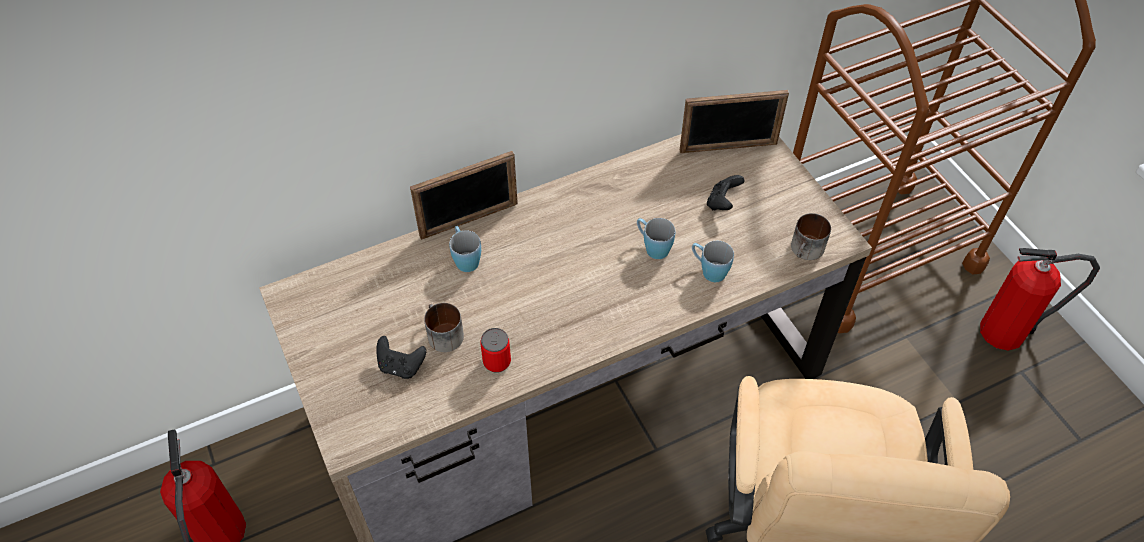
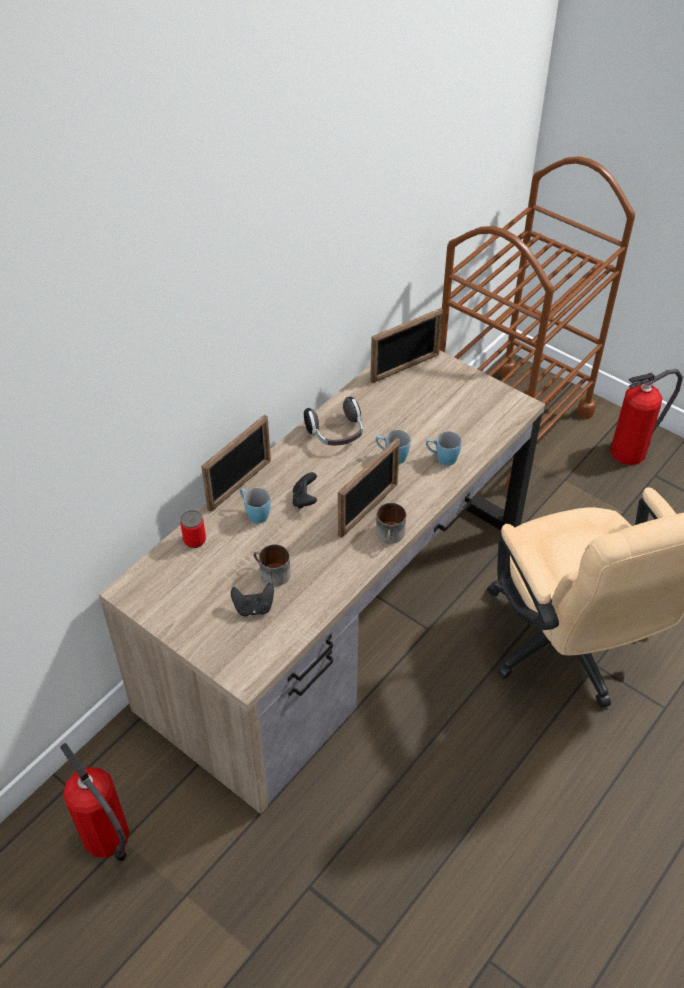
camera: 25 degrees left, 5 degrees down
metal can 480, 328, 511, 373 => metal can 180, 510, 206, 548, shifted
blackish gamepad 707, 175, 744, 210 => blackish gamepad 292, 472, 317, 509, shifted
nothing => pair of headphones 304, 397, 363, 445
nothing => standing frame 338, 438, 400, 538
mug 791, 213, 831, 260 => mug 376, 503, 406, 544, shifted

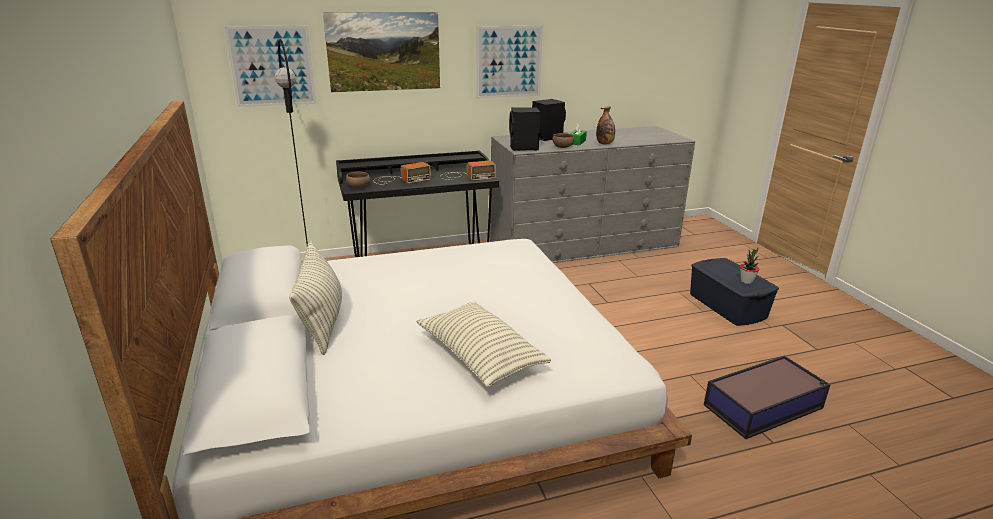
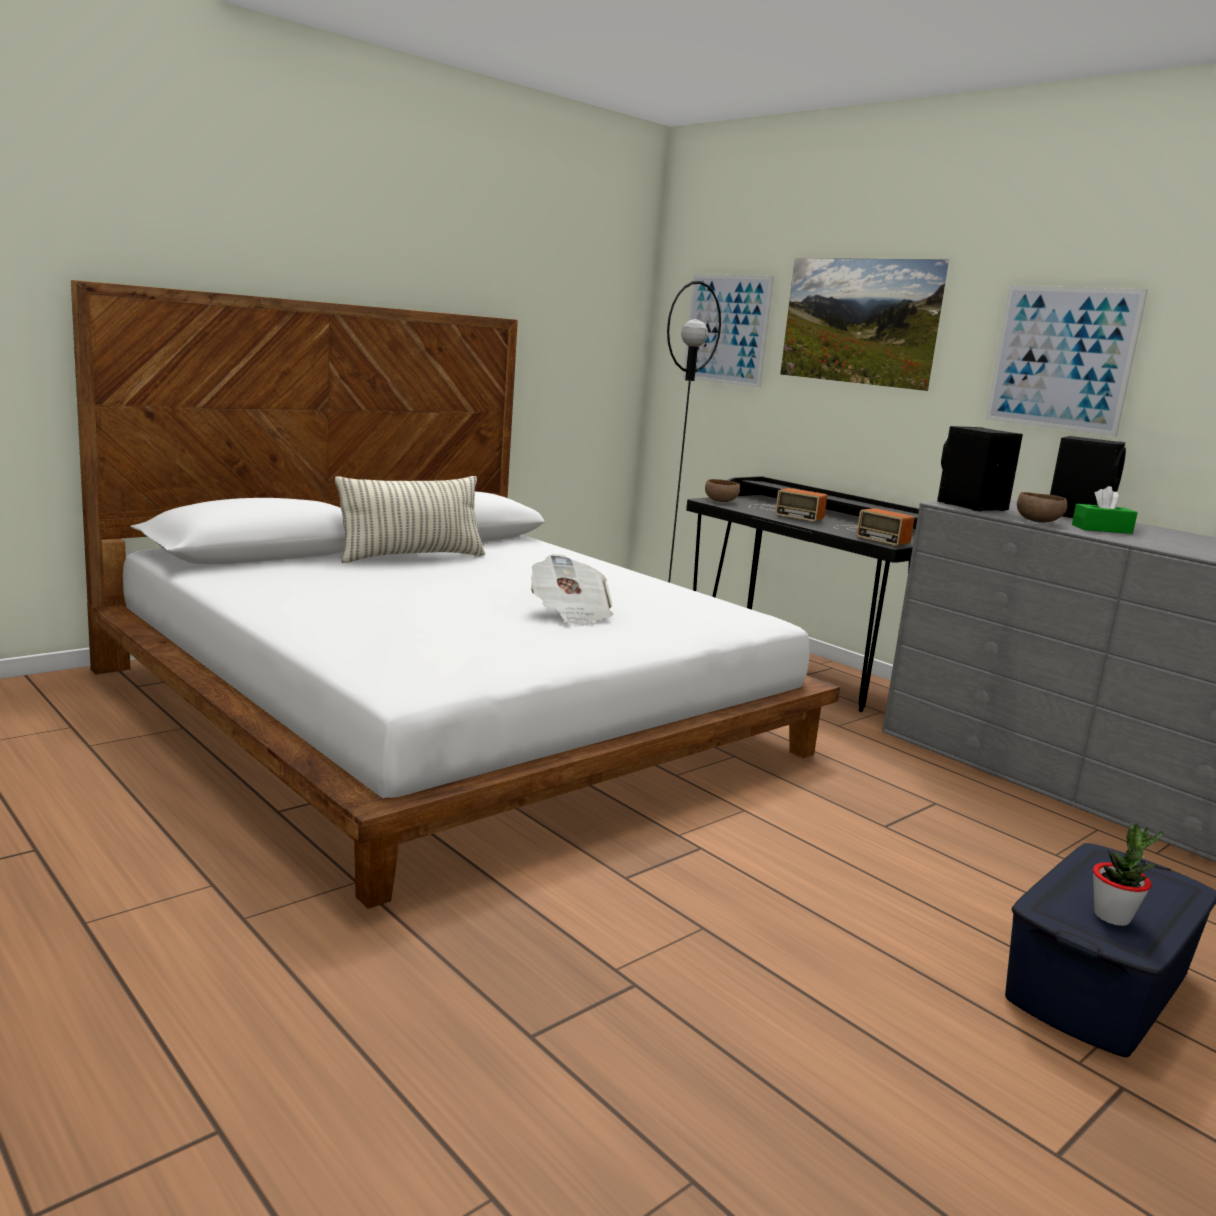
camera: 65 degrees right, 10 degrees down
nothing => daily paper 531, 554, 613, 627
cushion 416, 302, 551, 387 => nothing
beverage bottle 596, 106, 615, 145 => nothing
storage box 704, 356, 830, 439 => nothing

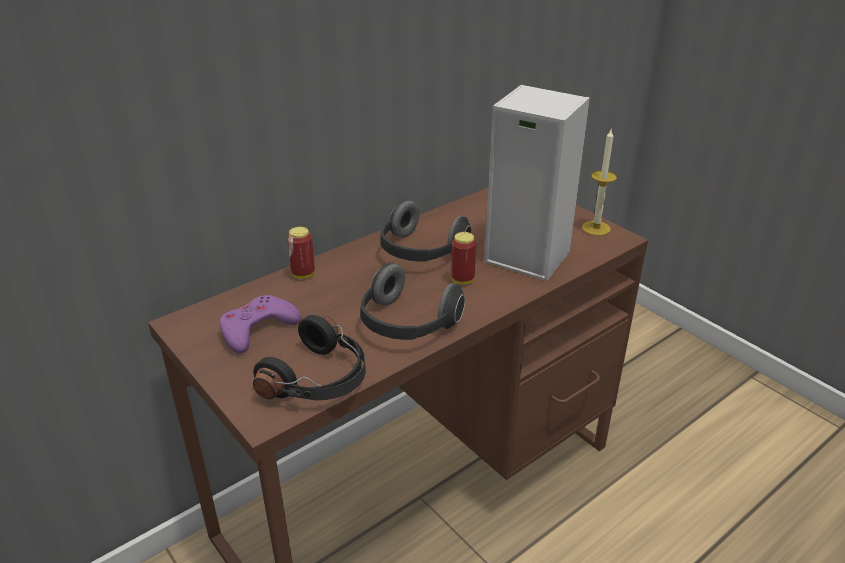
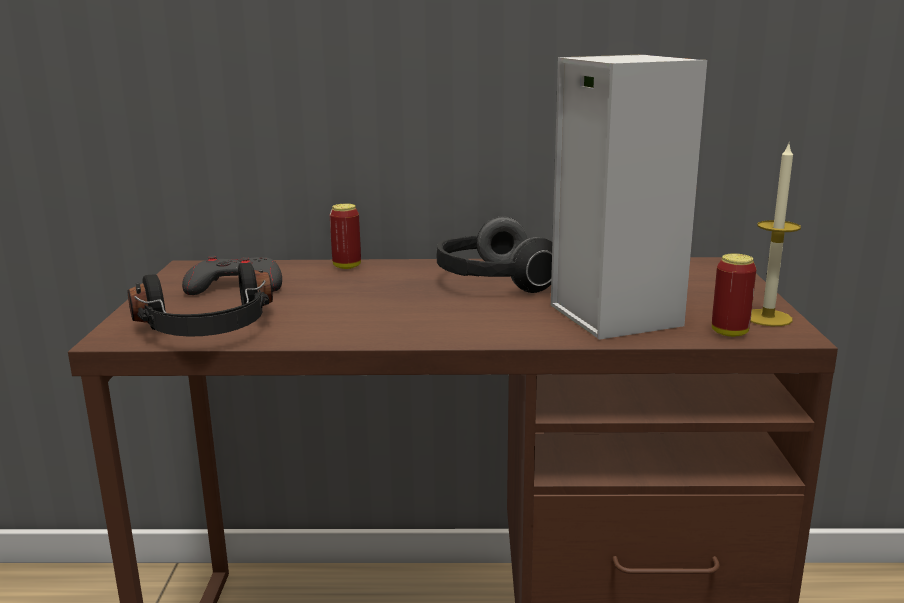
camera: 40 degrees right, 15 degrees down
purplish gamepad 219, 295, 301, 354 => grey gamepad 182, 255, 282, 295
metal can 451, 232, 476, 285 => metal can 712, 253, 757, 337, shifted
pair of headphones 360, 263, 465, 340 => nothing

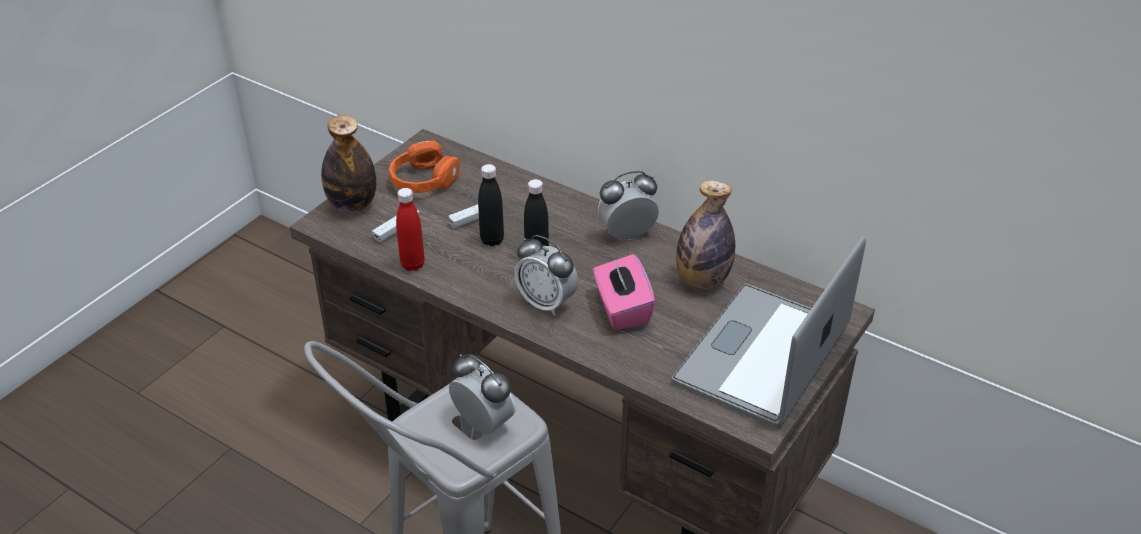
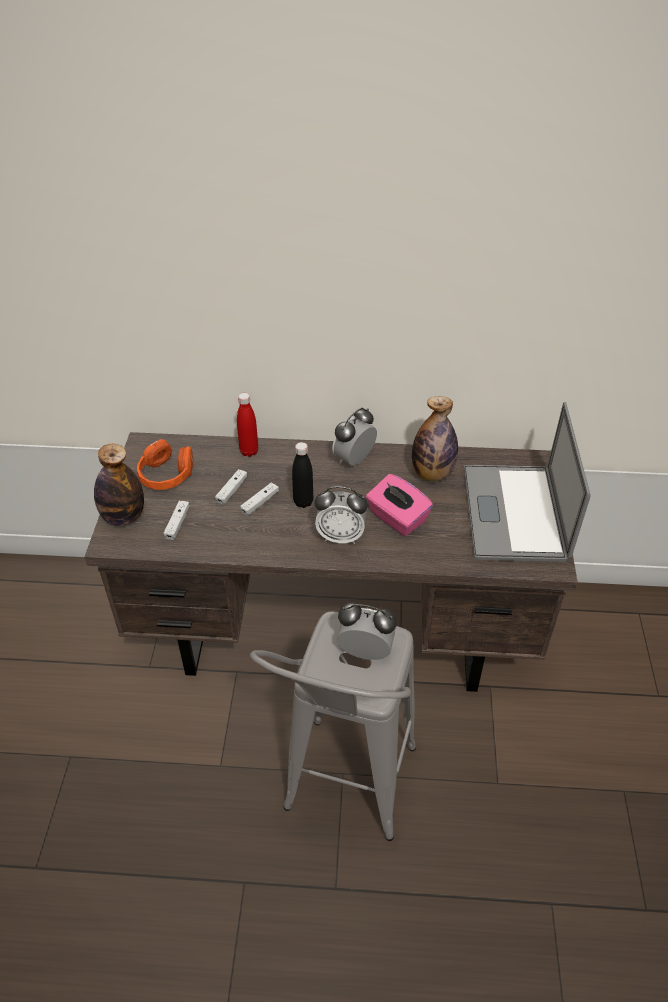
camera: 30 degrees left, 5 degrees up
red beverage bottle 396, 188, 425, 271 => red beverage bottle 237, 393, 258, 457, shifted
blackish beverage bottle 478, 164, 504, 246 => white-coloured gamepad 240, 482, 279, 516

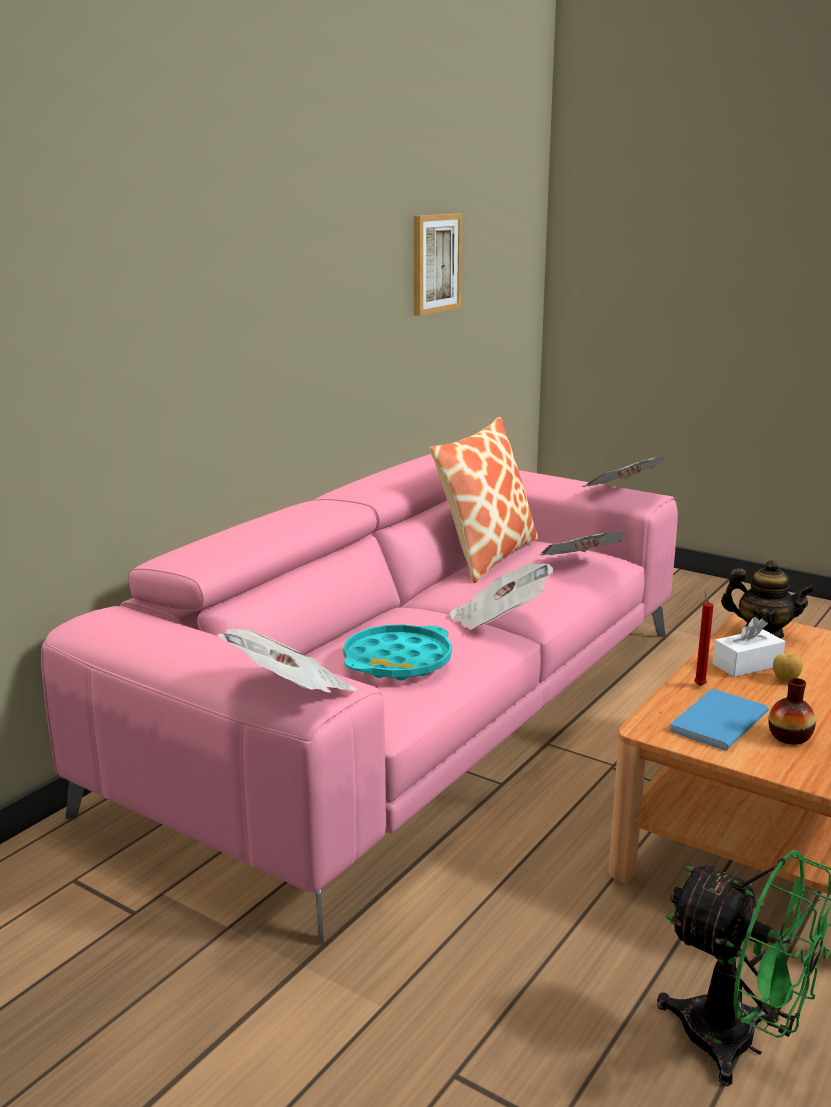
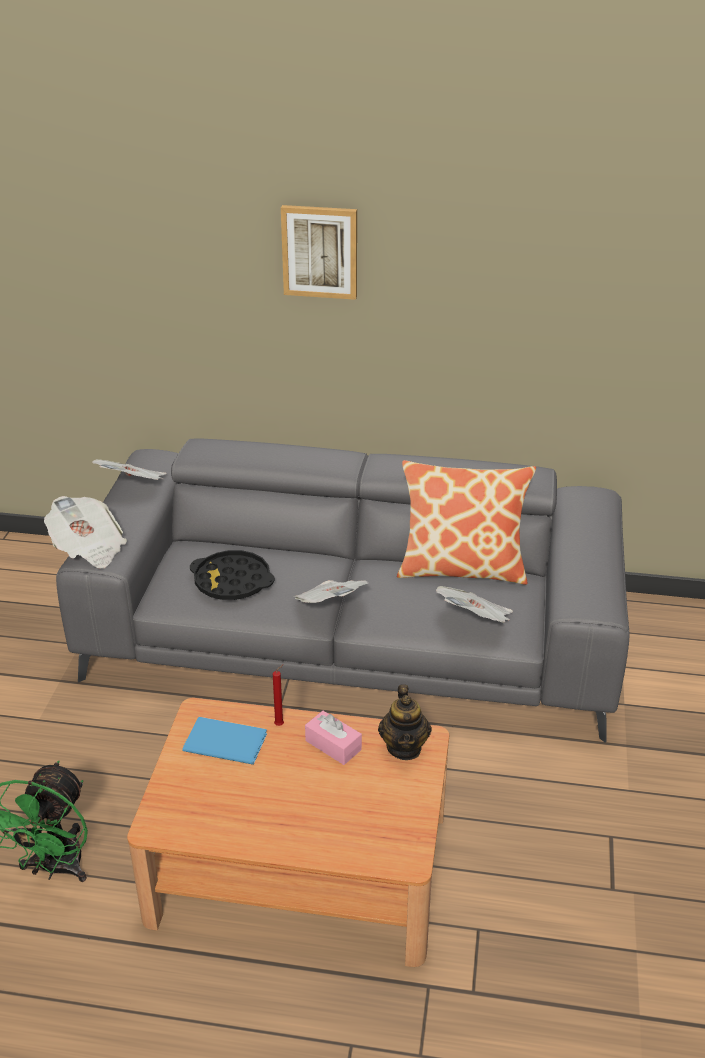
camera: 65 degrees right, 15 degrees up
pinkish couch 41, 454, 678, 946 => grey couch 56, 439, 630, 743
daily paper 582, 456, 667, 487 => daily paper 92, 459, 167, 480, shifted
turquoise carrying tray 343, 624, 452, 681 => blackish carrying tray 190, 550, 275, 600
picture 414, 214, 462, 316 => picture 281, 205, 357, 300, shifted
white-coloured box of tissues 712, 617, 785, 677 => pinkish box of tissues 305, 711, 362, 765
decorative vase 768, 678, 816, 745 => nothing
whole apple 773, 654, 803, 682 => nothing

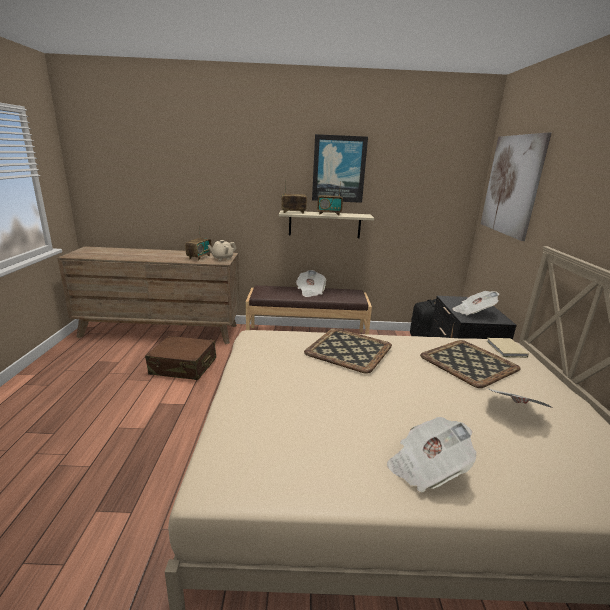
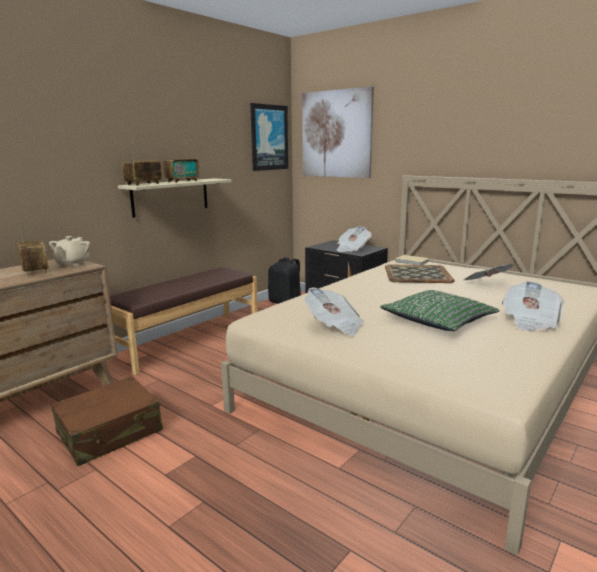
camera: 50 degrees left, 5 degrees down
picture 312, 134, 368, 203 => picture 250, 103, 288, 171, shifted
daily paper 296, 270, 327, 297 => daily paper 304, 287, 364, 336, shifted
nothing => green cushion 380, 290, 500, 331
carrying tray 304, 328, 392, 374 => nothing

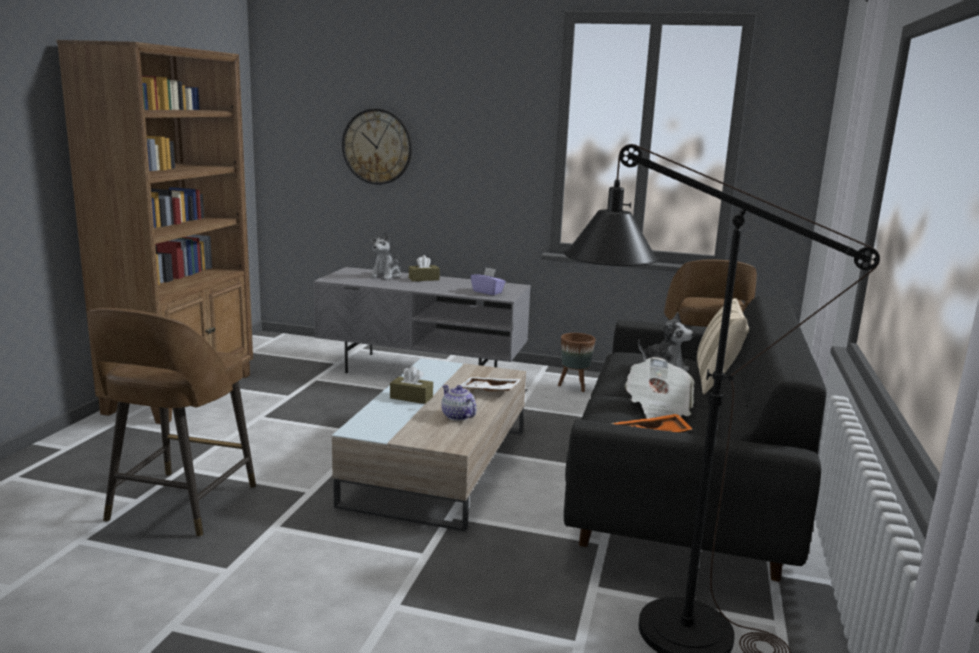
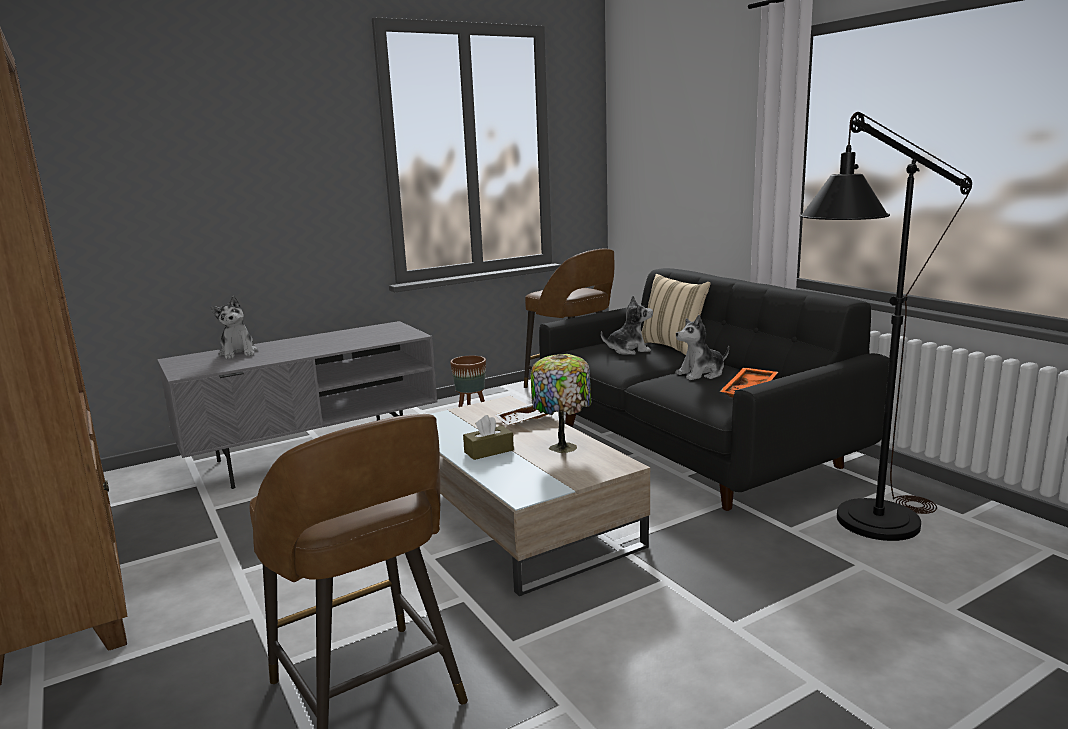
camera: 45 degrees left, 0 degrees up
teapot 441, 385, 477, 421 => table lamp 530, 354, 591, 453
daily paper 625, 357, 695, 419 => cuddly toy 675, 315, 729, 380
clock on the wall 342, 109, 412, 185 => nothing
brownish box of tissues 409, 255, 440, 281 => nothing
purplish box of tissues 471, 267, 506, 295 => nothing

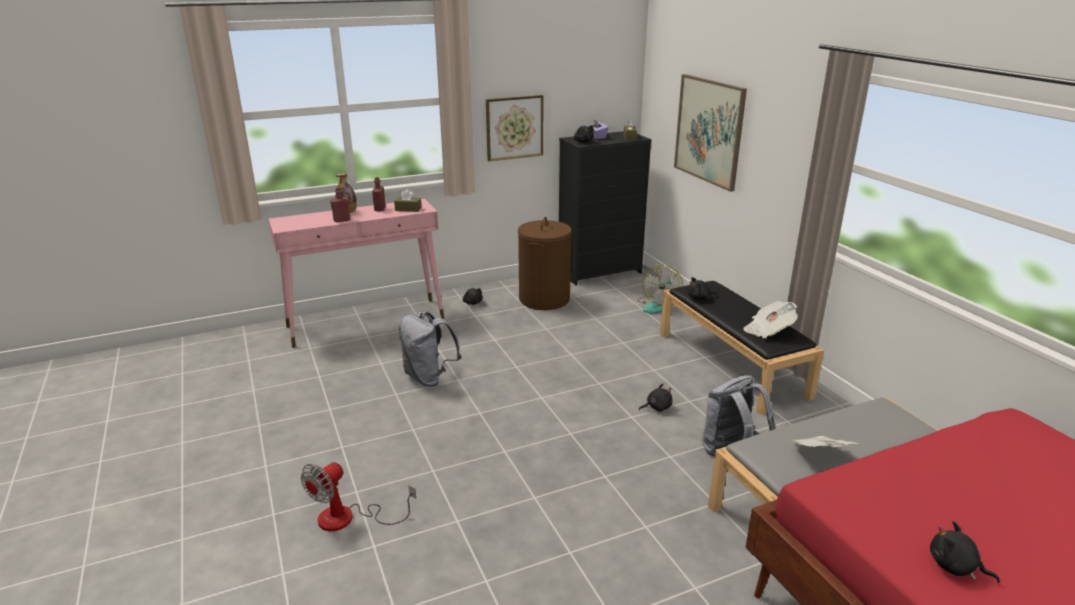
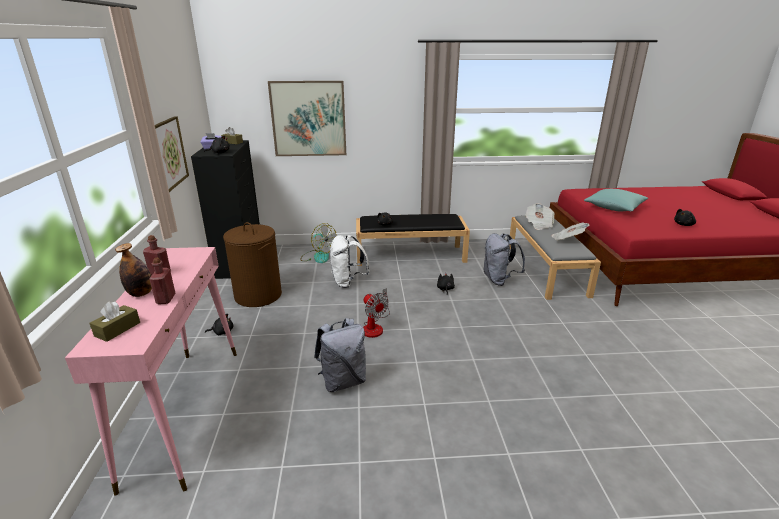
camera: 70 degrees left, 0 degrees up
brownish box of tissues 394, 189, 421, 212 => brownish box of tissues 89, 301, 140, 342, shifted
nothing => white-coloured rucksack 330, 235, 370, 288
cooling fan 300, 462, 416, 531 => cooling fan 363, 288, 390, 338, shifted
daily paper 743, 301, 798, 338 => daily paper 525, 203, 554, 230, shifted
nothing => turquoise cushion 584, 189, 649, 211

